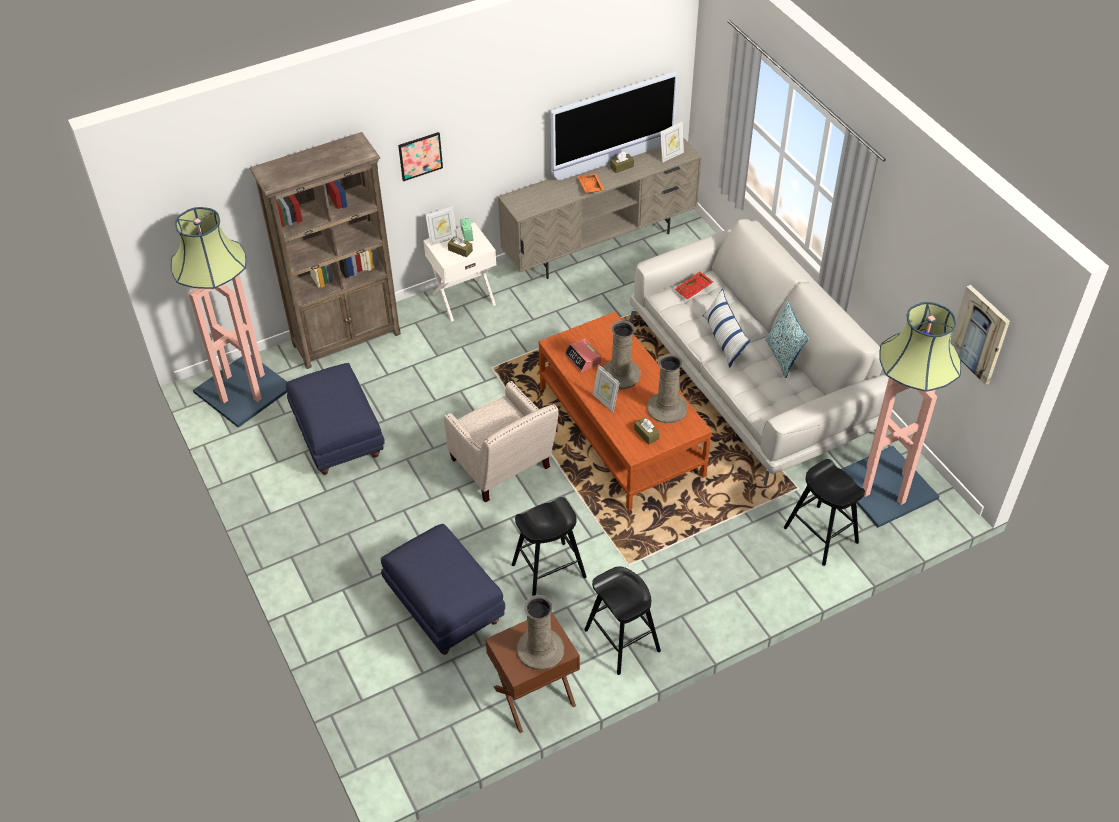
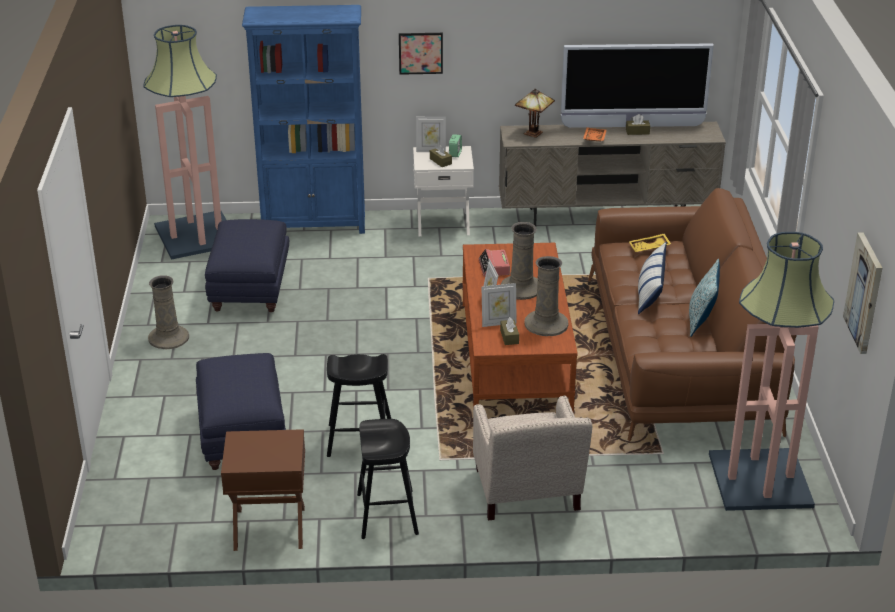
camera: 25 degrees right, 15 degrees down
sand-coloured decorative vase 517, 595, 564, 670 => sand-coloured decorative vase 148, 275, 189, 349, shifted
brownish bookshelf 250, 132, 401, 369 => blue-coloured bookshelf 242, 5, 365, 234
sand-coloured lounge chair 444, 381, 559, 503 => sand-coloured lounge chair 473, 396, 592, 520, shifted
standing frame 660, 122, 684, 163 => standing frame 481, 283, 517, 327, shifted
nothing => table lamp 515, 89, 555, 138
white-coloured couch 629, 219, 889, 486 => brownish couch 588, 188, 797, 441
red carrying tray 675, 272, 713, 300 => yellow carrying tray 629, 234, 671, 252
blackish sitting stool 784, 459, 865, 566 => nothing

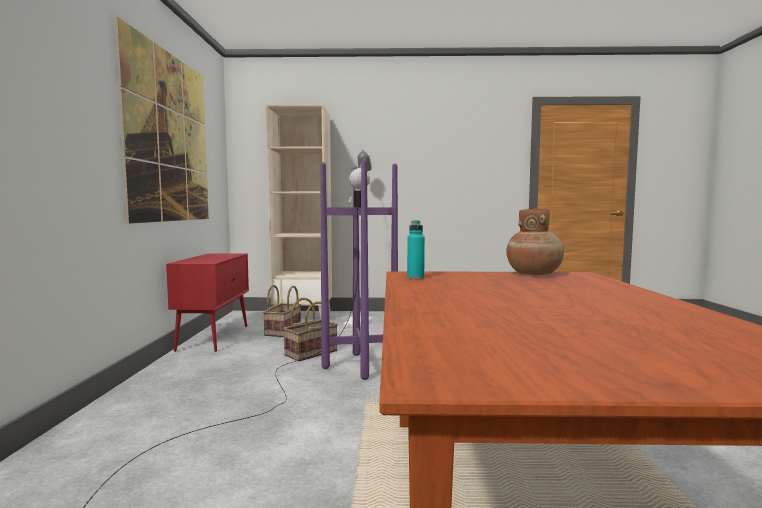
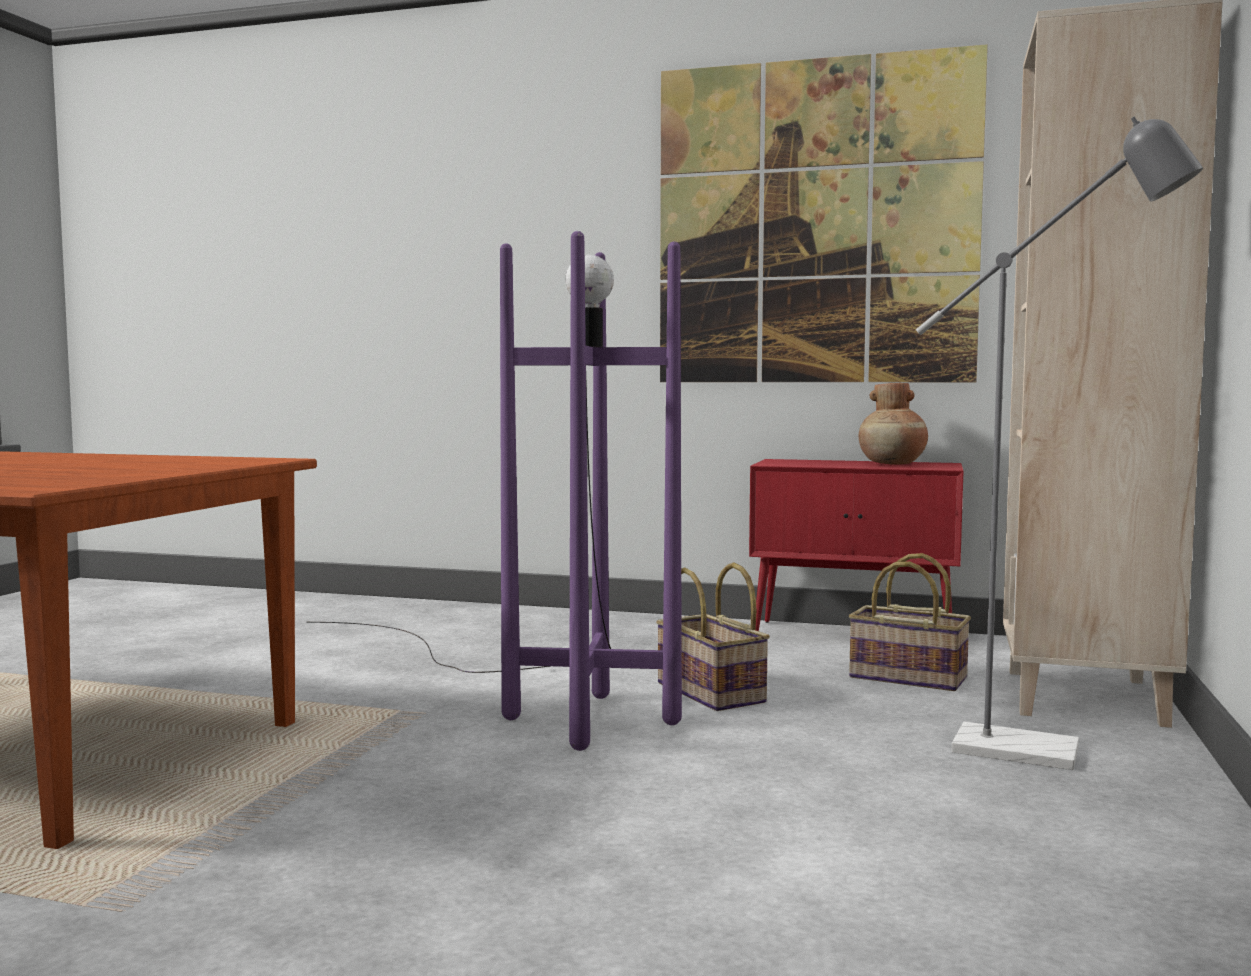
camera: 105 degrees right, 0 degrees up
brownish decorative vase 506, 209, 564, 275 => brownish decorative vase 859, 383, 928, 465, shifted
turquoise beverage bottle 407, 220, 425, 279 => nothing

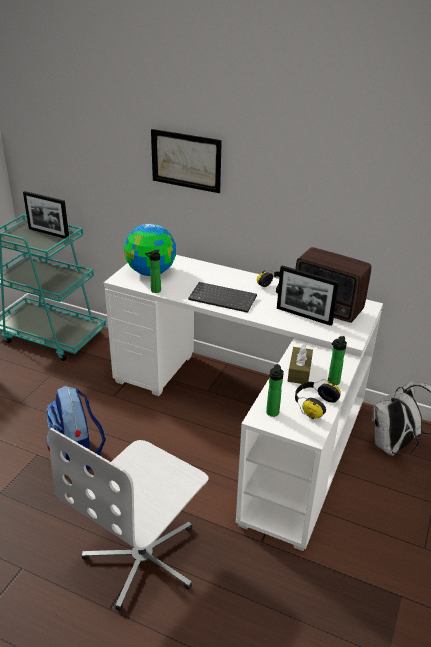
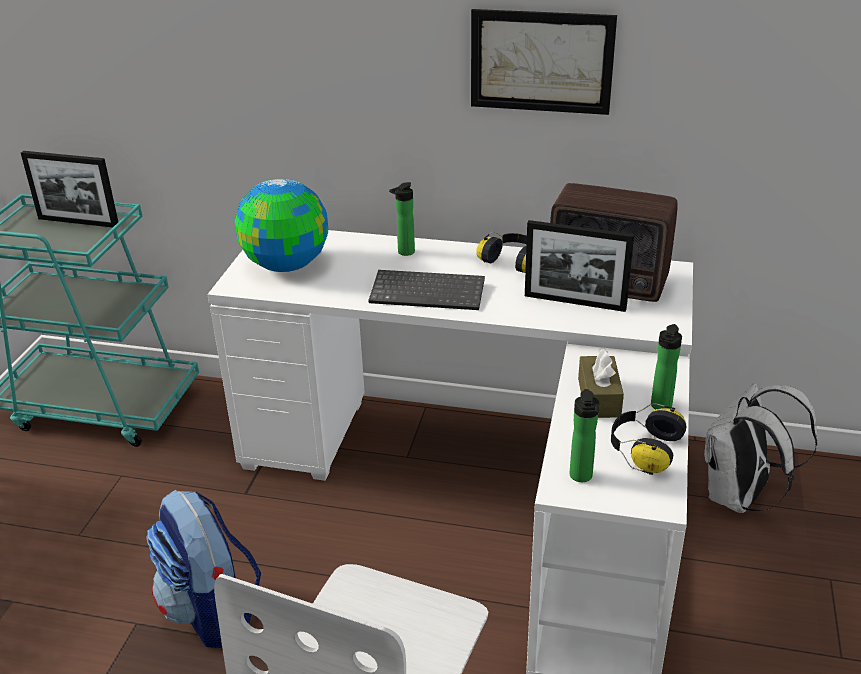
camera: 10 degrees left, 0 degrees up
beverage bottle 145, 250, 161, 293 => beverage bottle 389, 182, 415, 256, shifted
picture 151, 129, 222, 193 => picture 471, 9, 617, 115, shifted

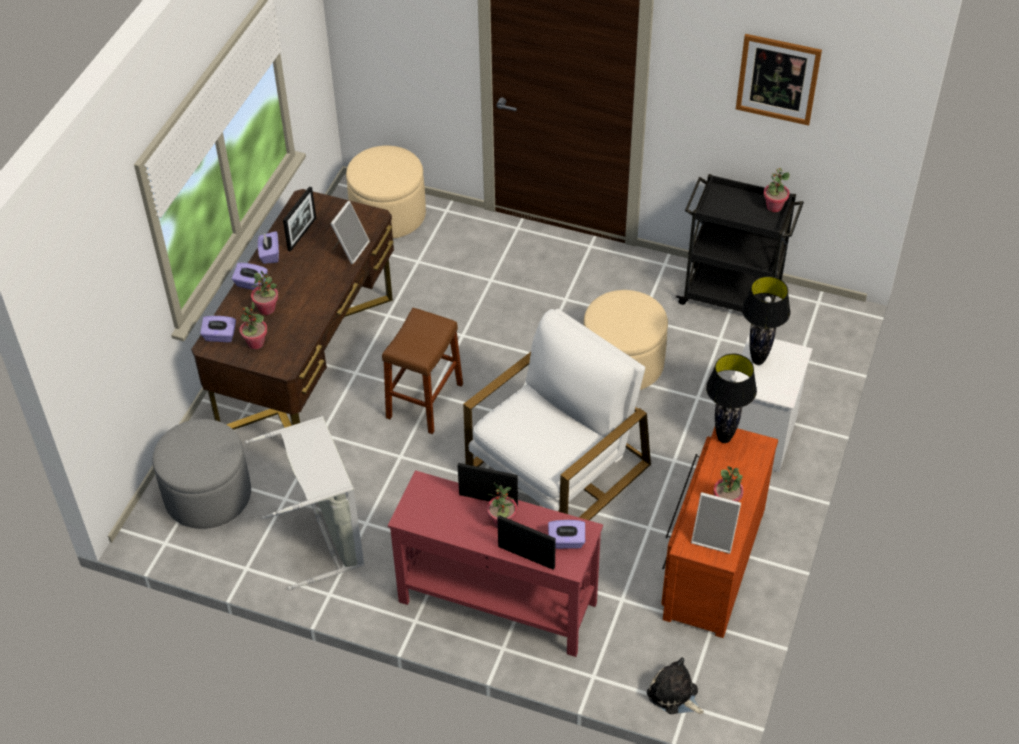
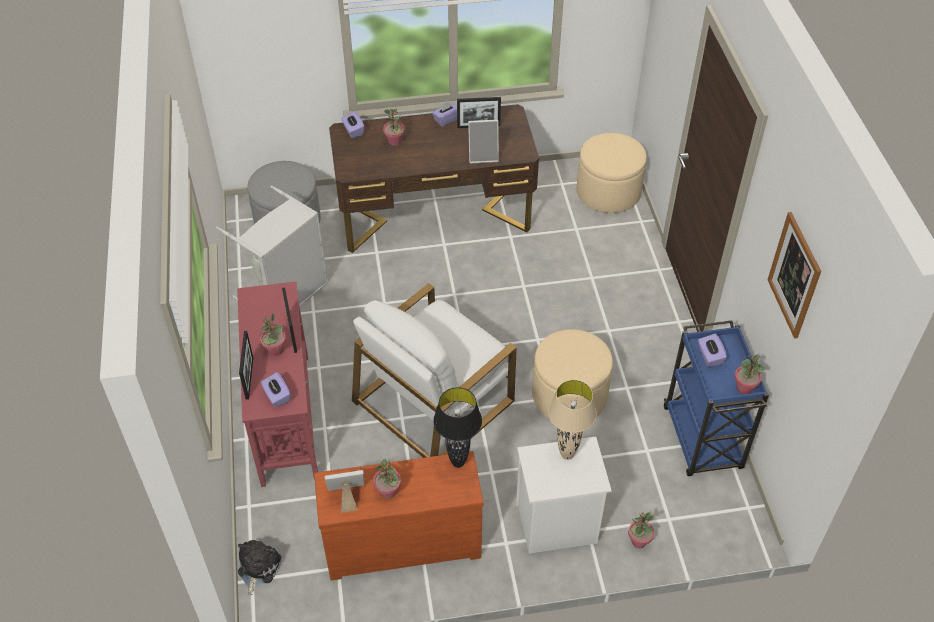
camera: 60 degrees right, 0 degrees up
standing frame 691, 492, 741, 554 => standing frame 324, 470, 365, 513, 90 degrees clockwise
white-coloured lounge chair 463, 309, 651, 521 => white-coloured lounge chair 352, 283, 517, 458, 120 degrees clockwise
blackish table lamp 742, 276, 791, 365 => sand-coloured table lamp 548, 380, 597, 460
houseplant 239, 302, 267, 349 => houseplant 628, 513, 654, 548, shifted
blackish trolley 676, 174, 804, 312 => blue-coloured trolley 664, 320, 769, 476
purplish box of tissues 232, 263, 268, 290 => purplish box of tissues 698, 334, 727, 367, shifted
brownish sitting stool 382, 308, 463, 434 => nothing

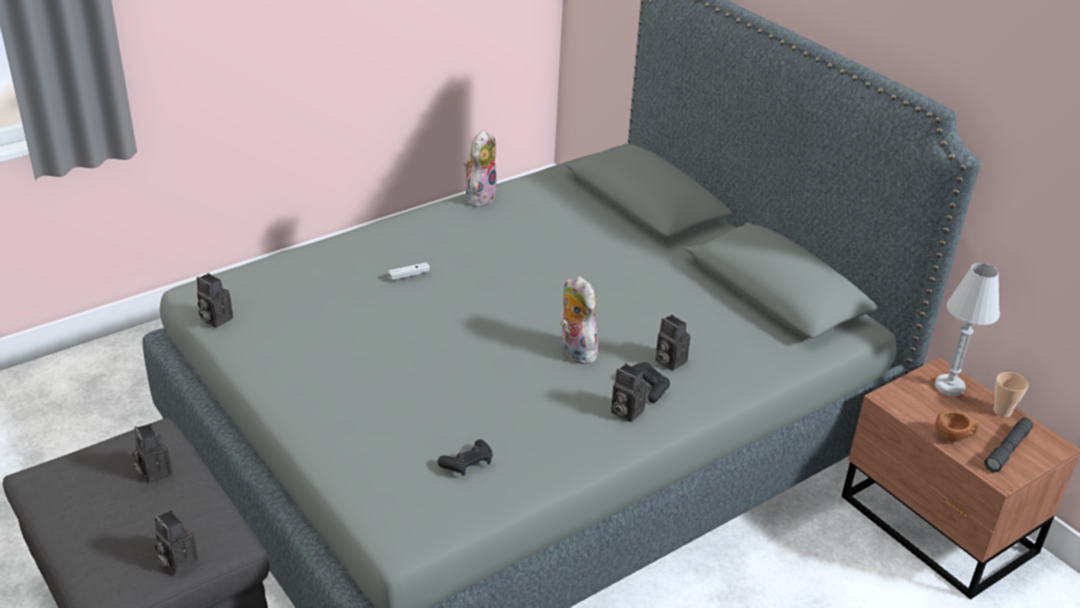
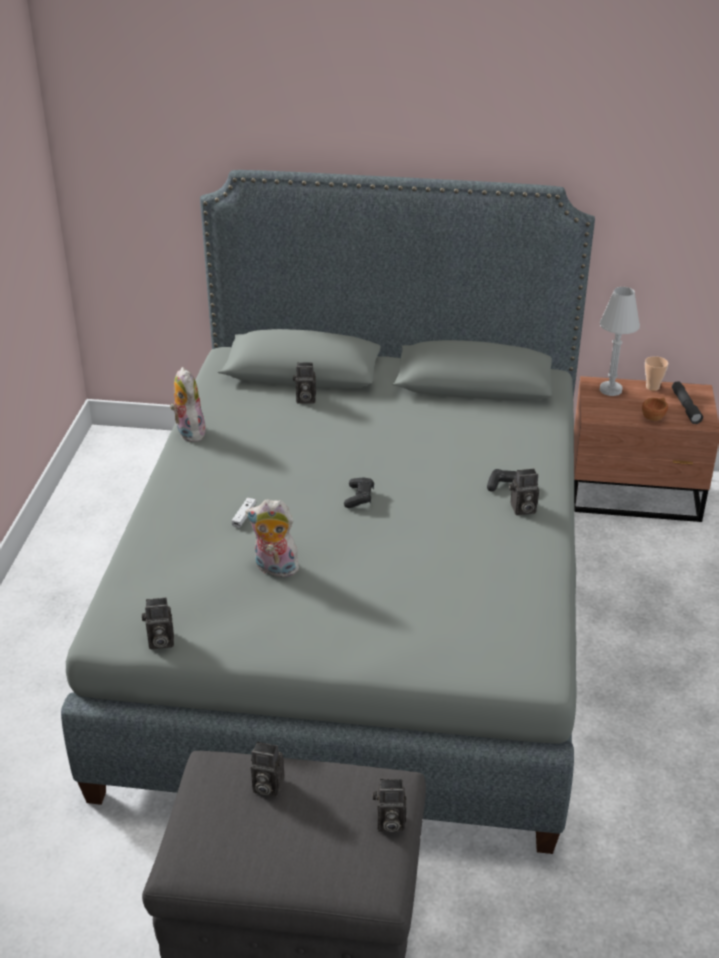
camera: 45 degrees left, 0 degrees up
cuddly toy 561, 276, 598, 364 => cuddly toy 246, 499, 301, 577, shifted
still camera 655, 315, 690, 371 => still camera 293, 362, 316, 404, shifted
blackish gamepad 438, 439, 493, 476 => blackish gamepad 344, 478, 374, 508, shifted

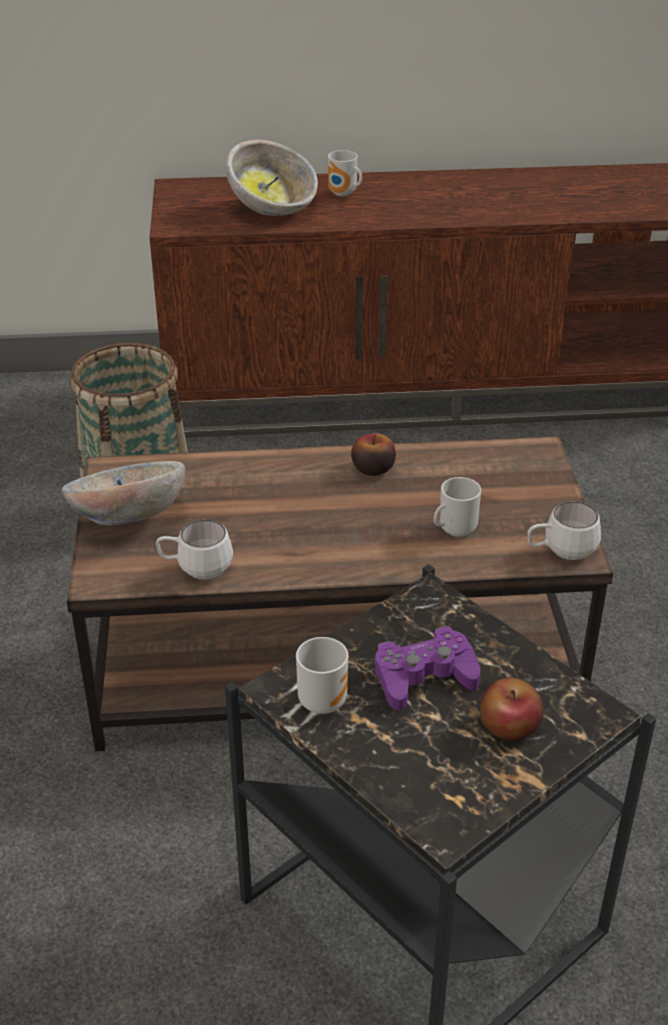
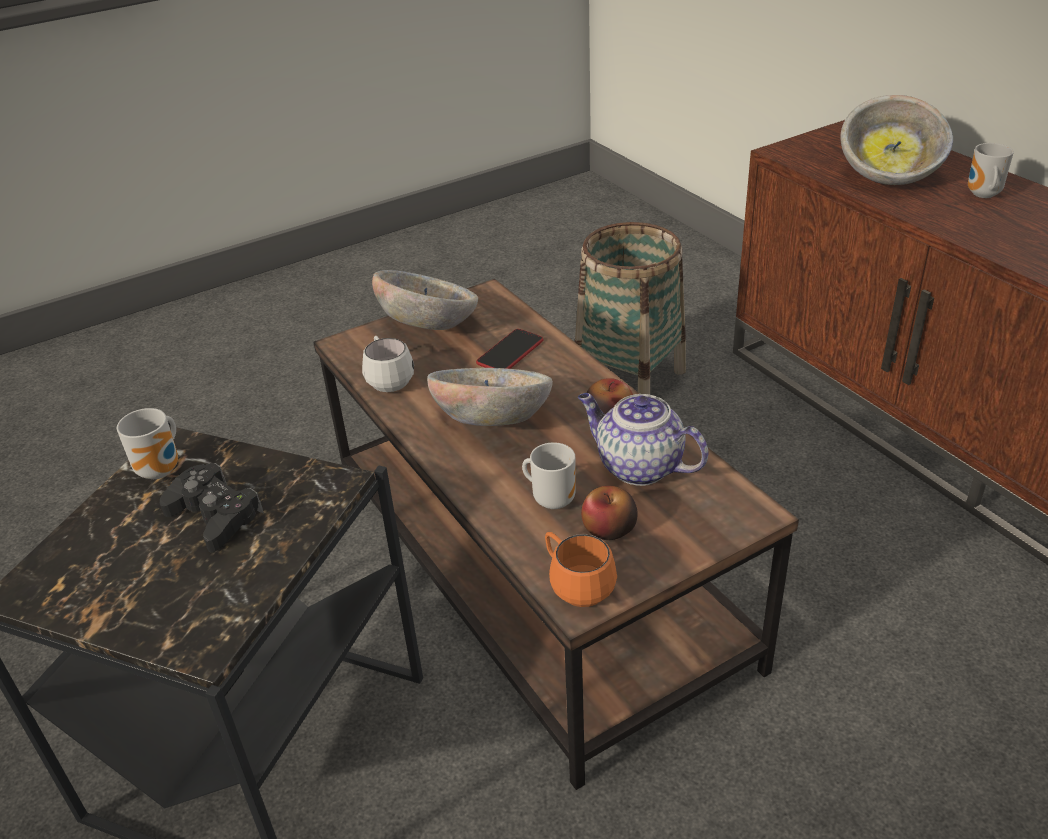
camera: 65 degrees right, 0 degrees up
purplish gamepad 375, 626, 480, 711 => blackish gamepad 160, 463, 264, 552
nothing => bowl 427, 368, 553, 426
nothing => phone 476, 329, 544, 369
white-coloured mug 528, 502, 601, 560 => orange mug 545, 532, 617, 607
nothing => teapot 578, 393, 709, 486
whole apple 480, 677, 544, 741 => whole apple 581, 486, 638, 540, shifted

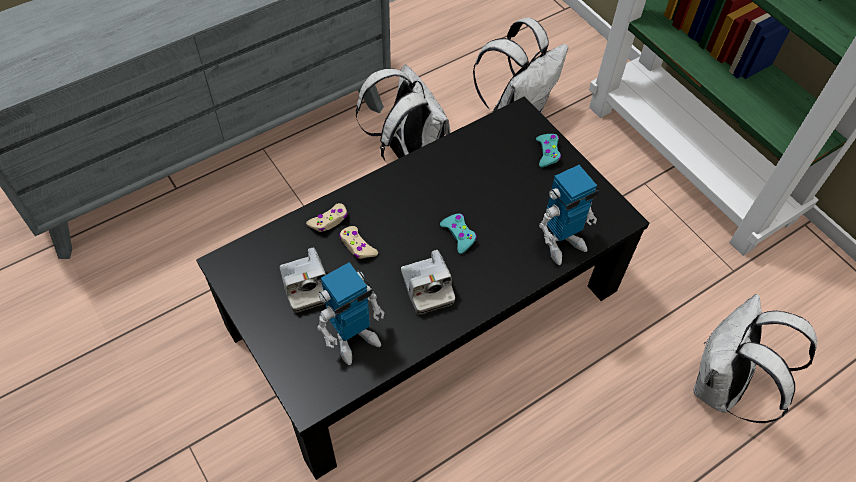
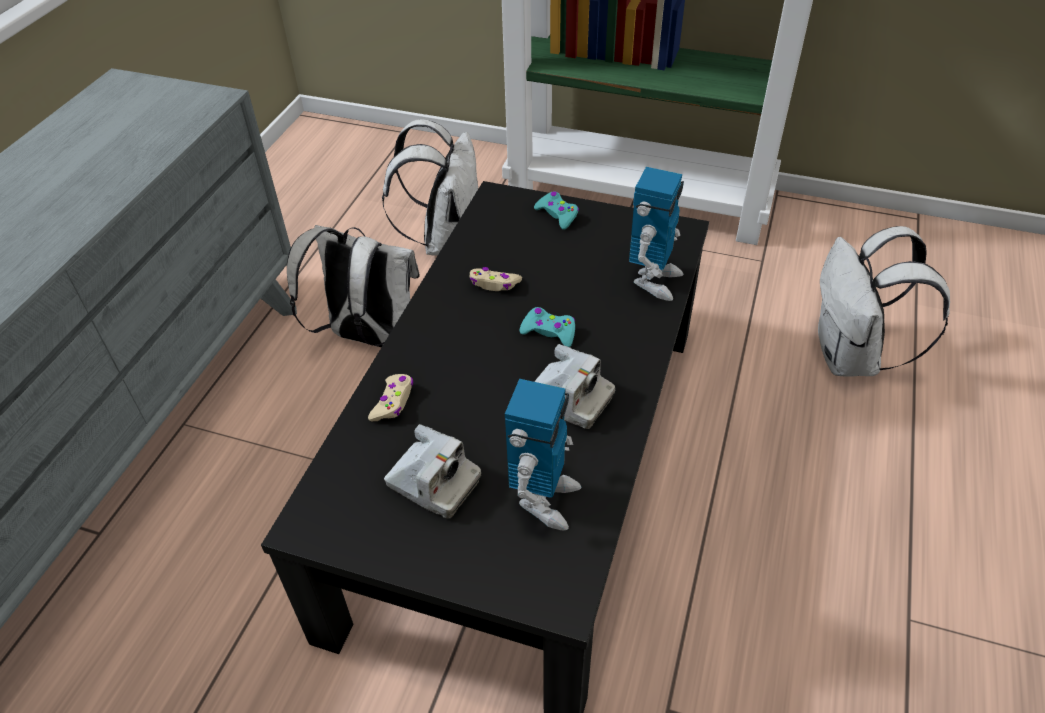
camera: 35 degrees left, 10 degrees down
sand-coloured gamepad 339, 226, 378, 259 => sand-coloured gamepad 470, 267, 522, 291, shifted

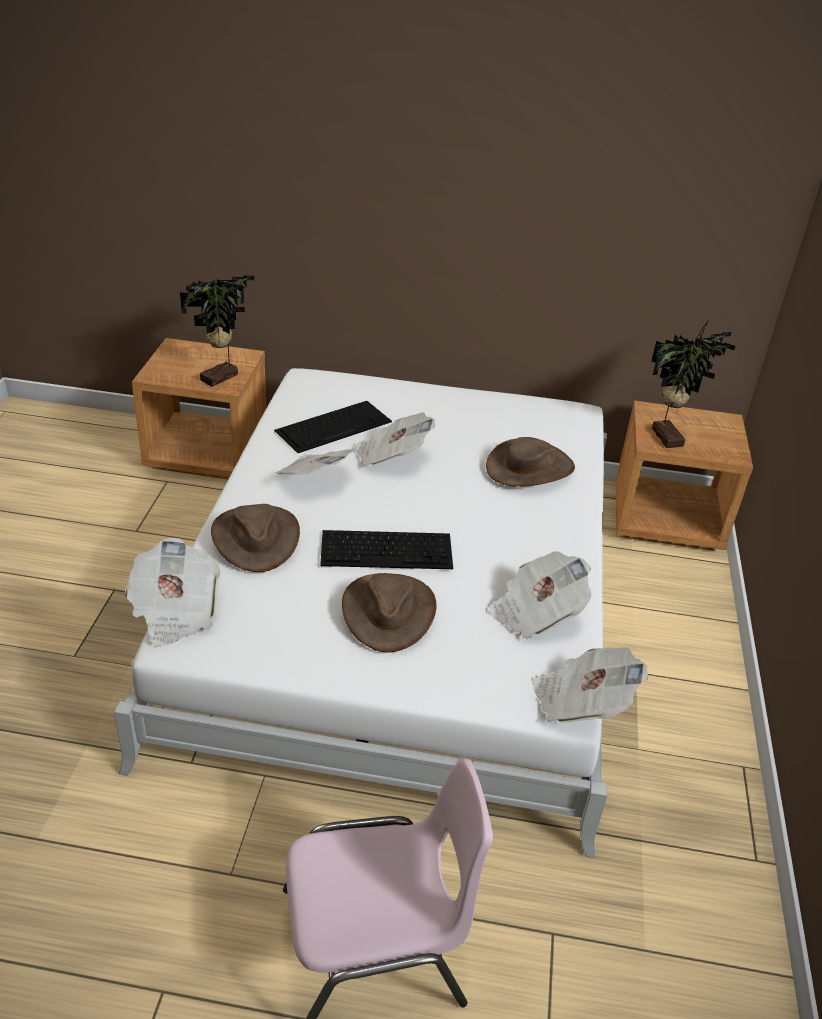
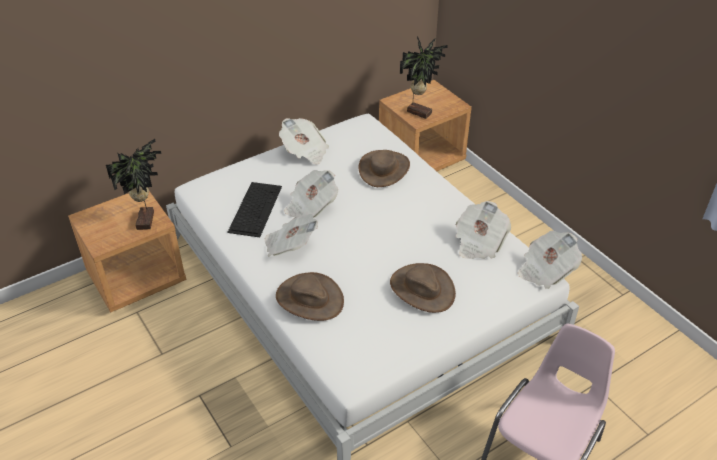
camera: 40 degrees left, 5 degrees up
daily paper 125, 538, 220, 647 => daily paper 279, 118, 329, 164, shifted
keyboard 320, 530, 453, 569 => nothing

